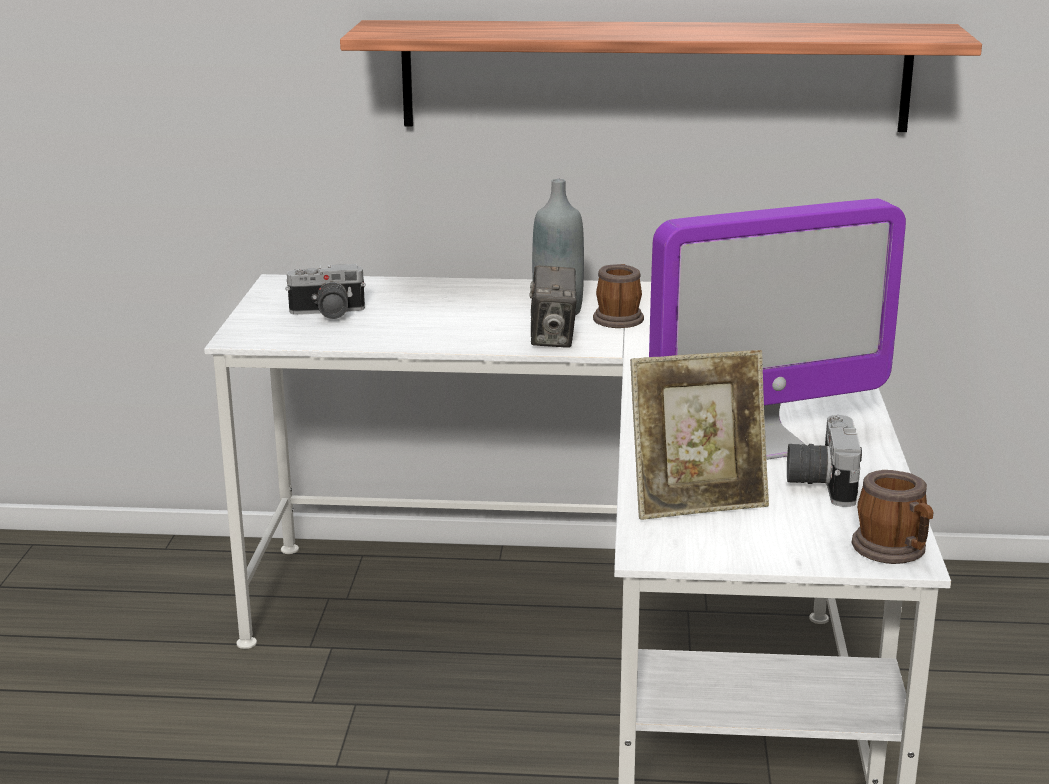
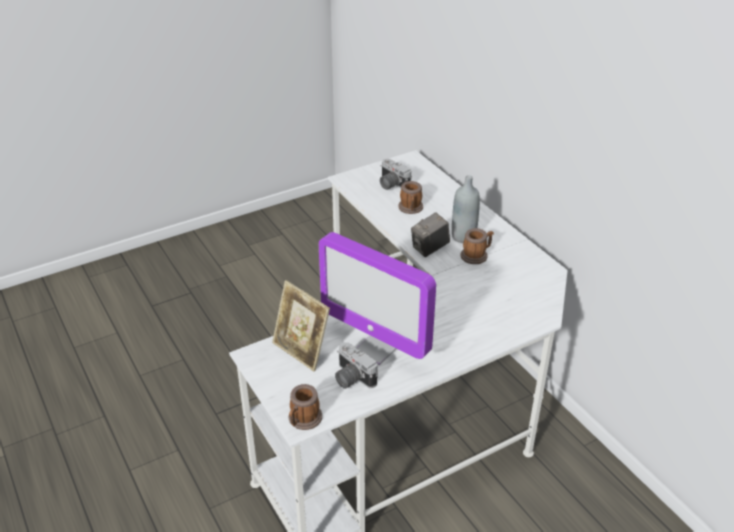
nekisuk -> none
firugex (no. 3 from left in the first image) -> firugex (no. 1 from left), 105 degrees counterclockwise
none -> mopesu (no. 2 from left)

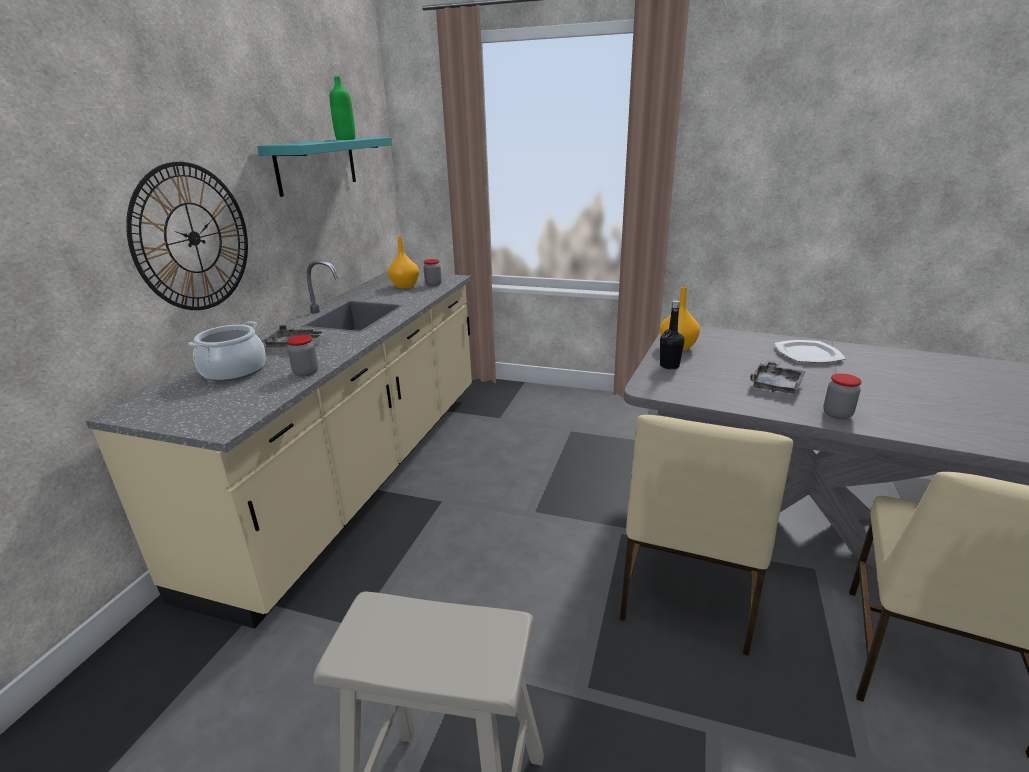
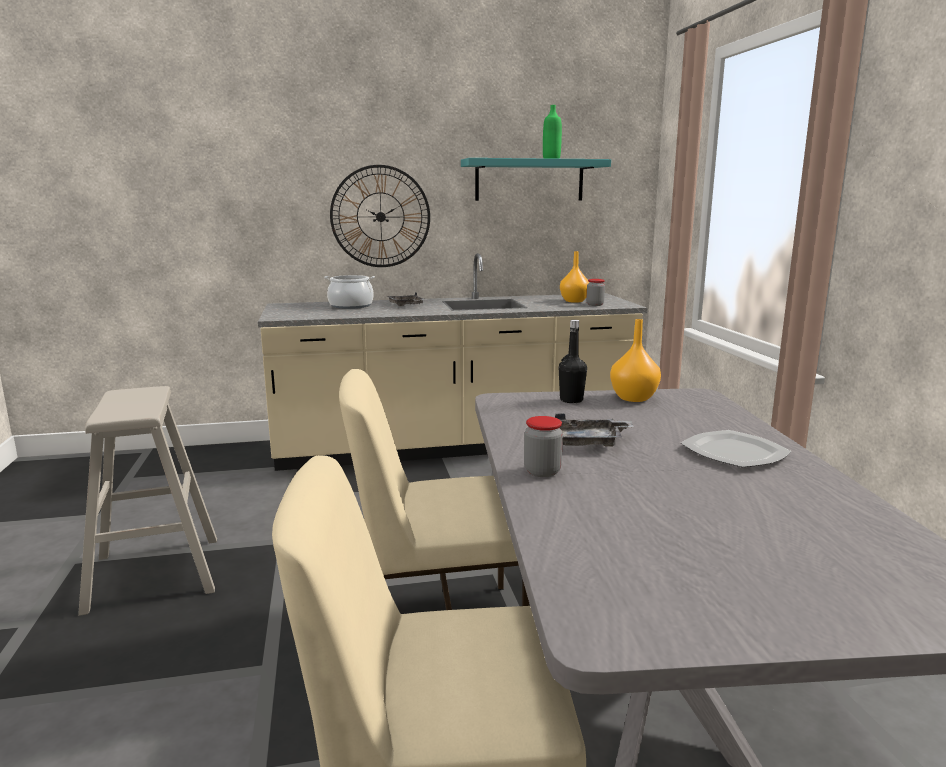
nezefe (no. 1 from left) -> none

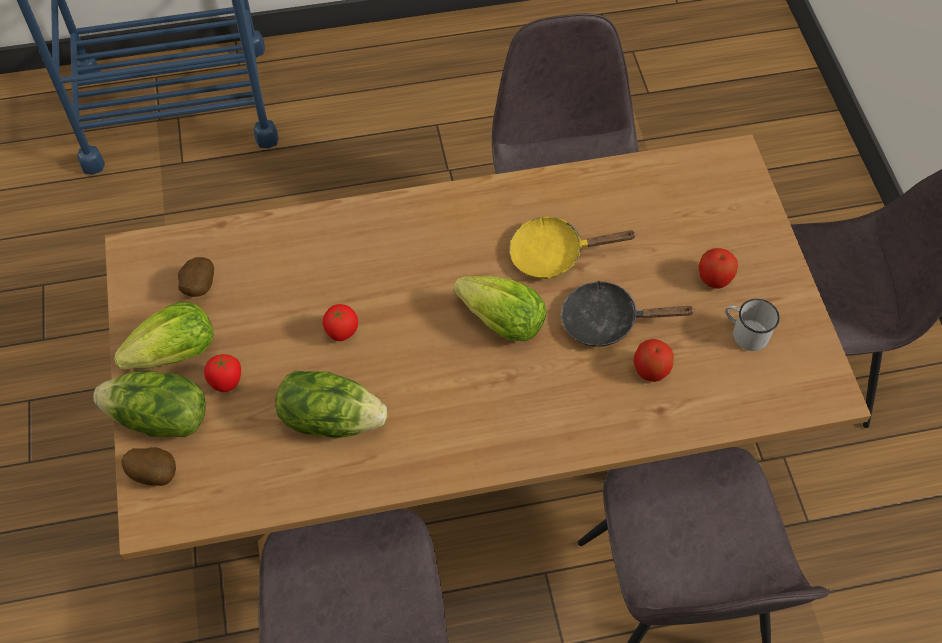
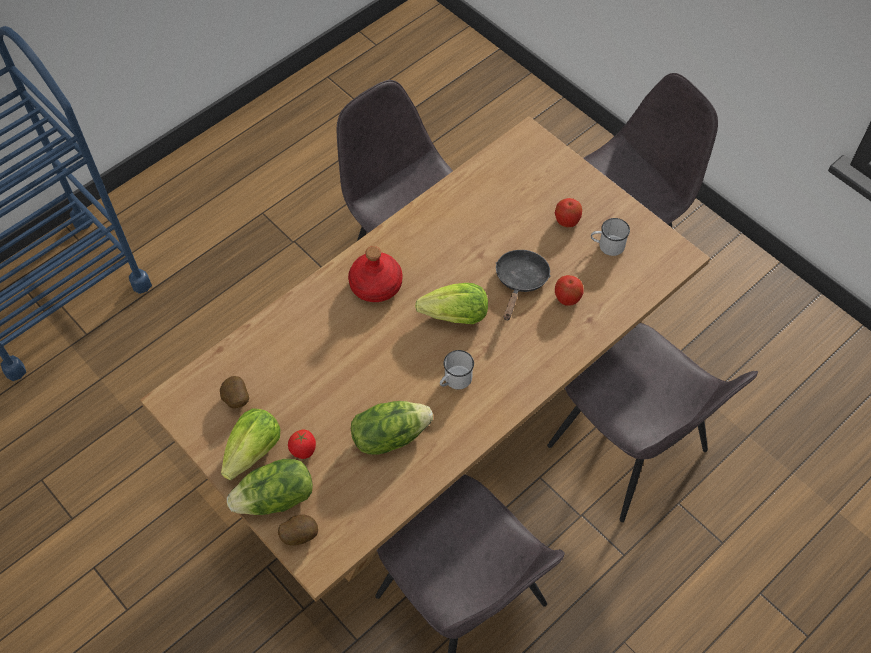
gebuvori (no. 2 from left) -> none
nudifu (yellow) -> none
nudifu (black), 135 degrees clockwise
none -> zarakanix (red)
none -> mopesu (white) (no. 1 from left)

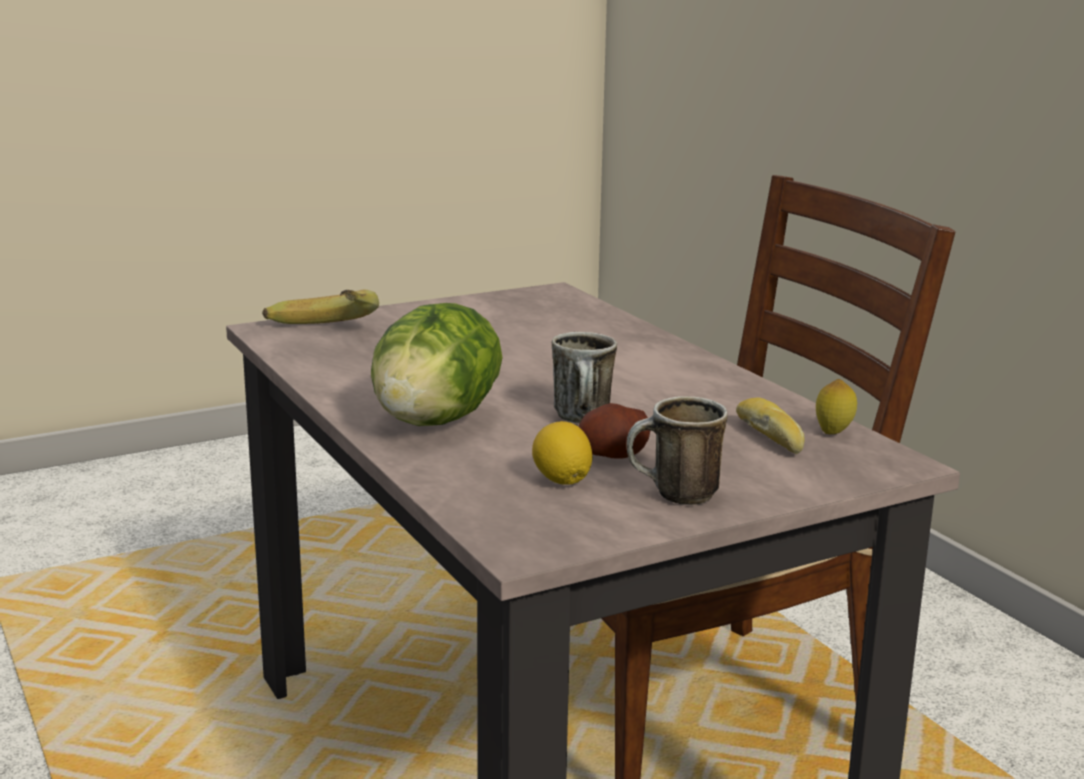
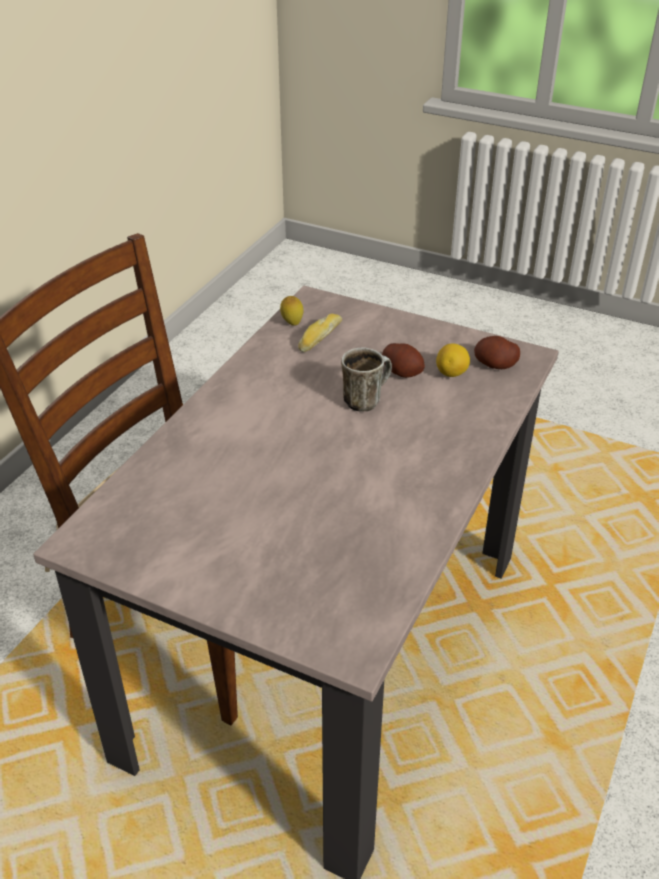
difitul -> none
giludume -> none
mopesu (no. 2 from left) -> none
none -> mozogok (no. 2 from left)

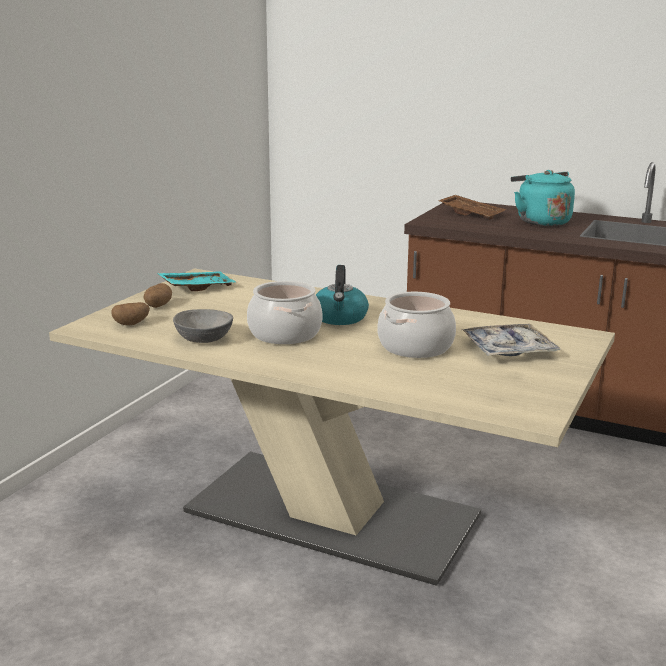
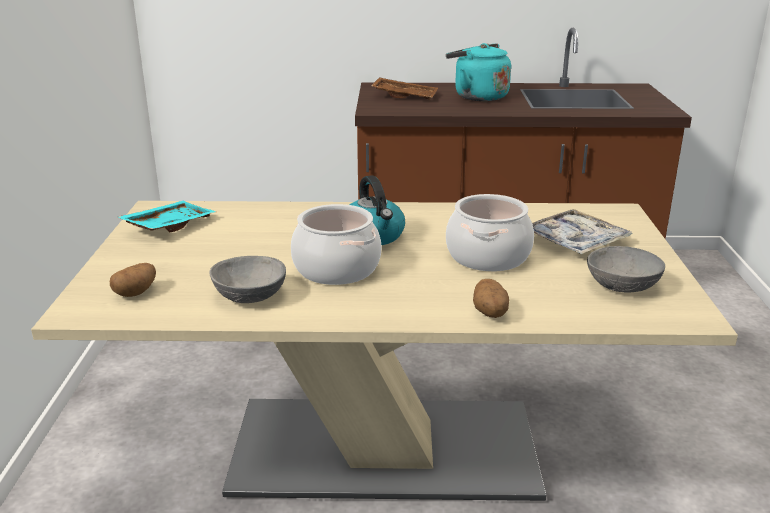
mozogok (no. 2 from left), shifted
none -> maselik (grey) (no. 2 from left)

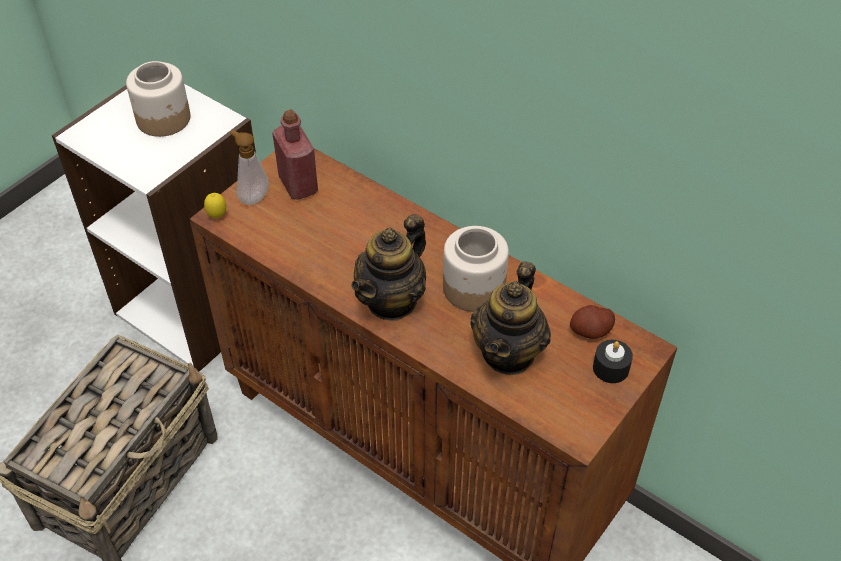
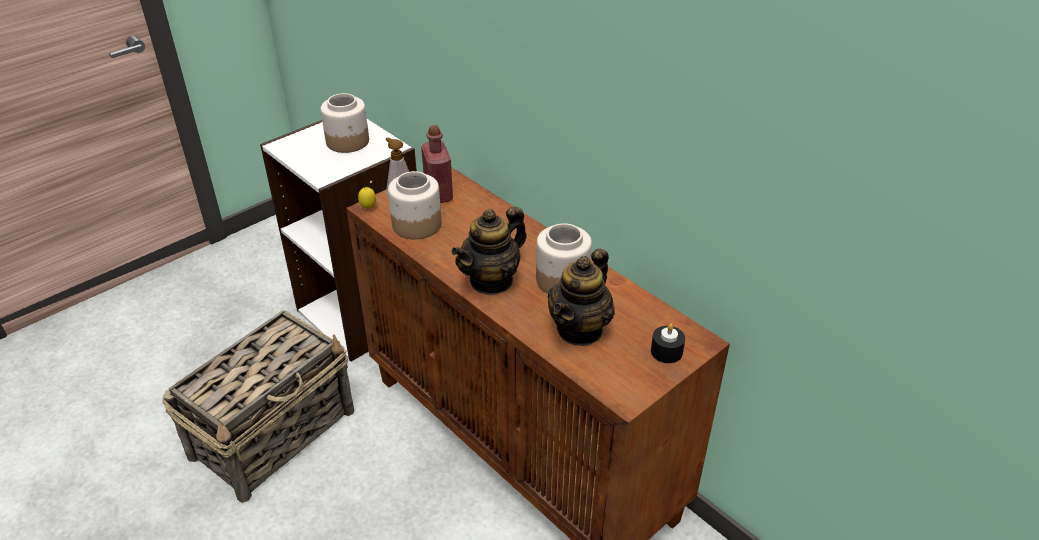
mozogok -> none
none -> nezefe (no. 2 from left)

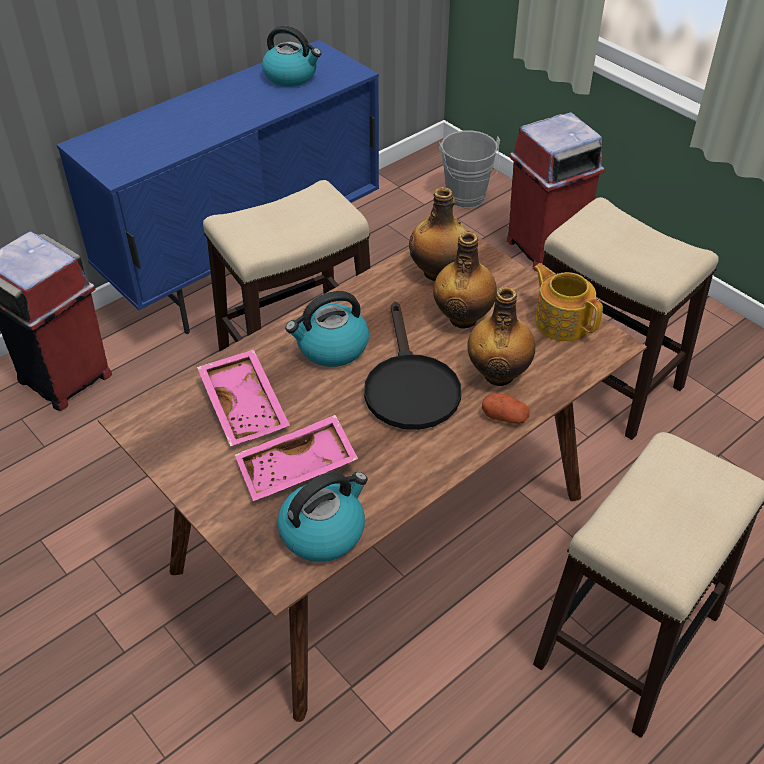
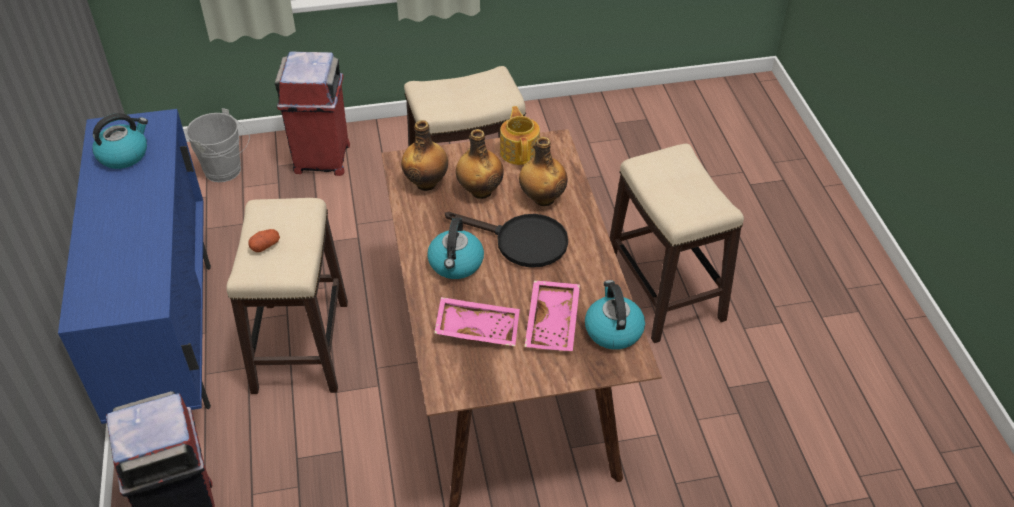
mozogok, shifted
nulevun, 90 degrees clockwise

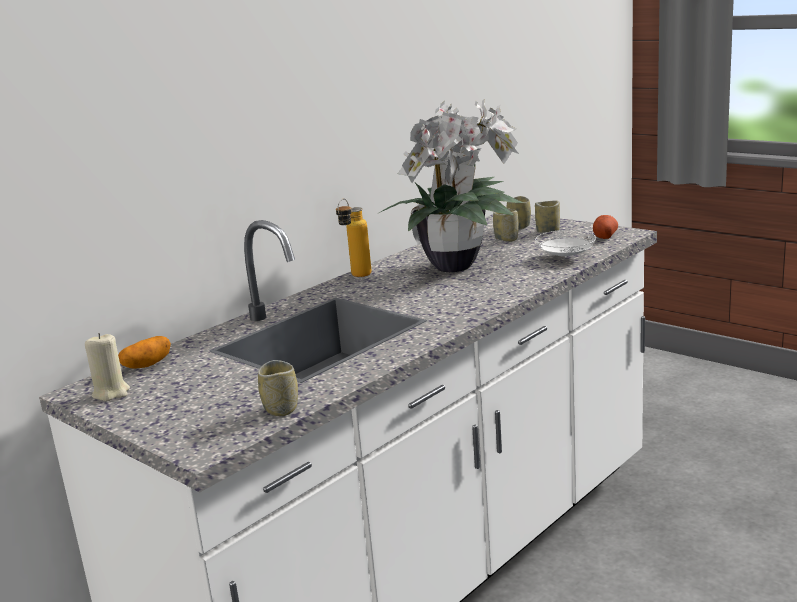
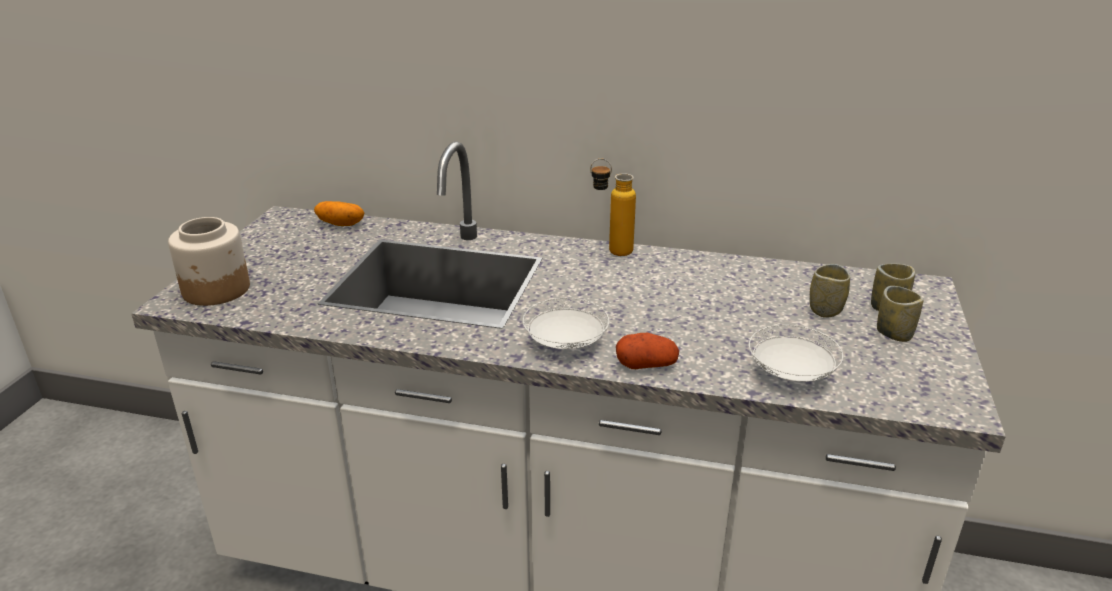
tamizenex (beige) -> none
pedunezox (no. 1 from left) -> none
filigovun -> none
mozogok (no. 2 from left), shifted
none -> nezefe
none -> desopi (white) (no. 1 from left)

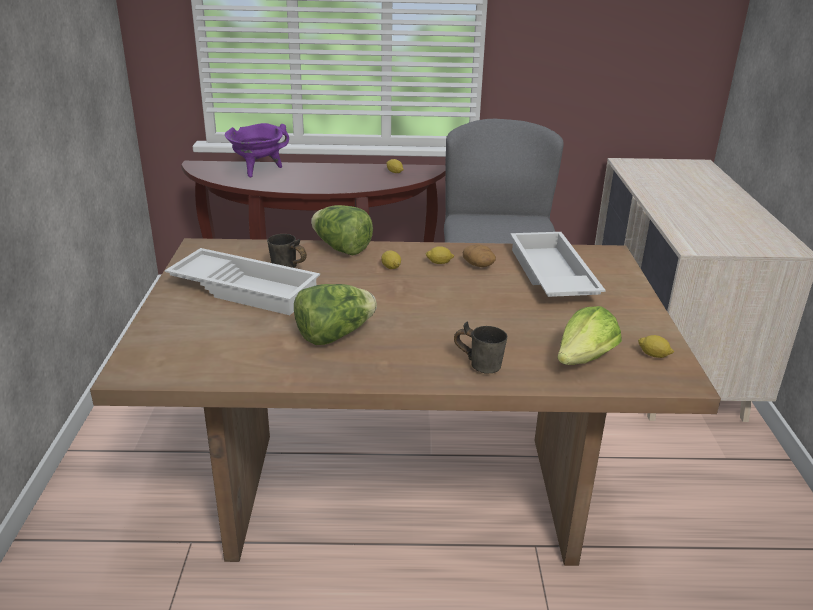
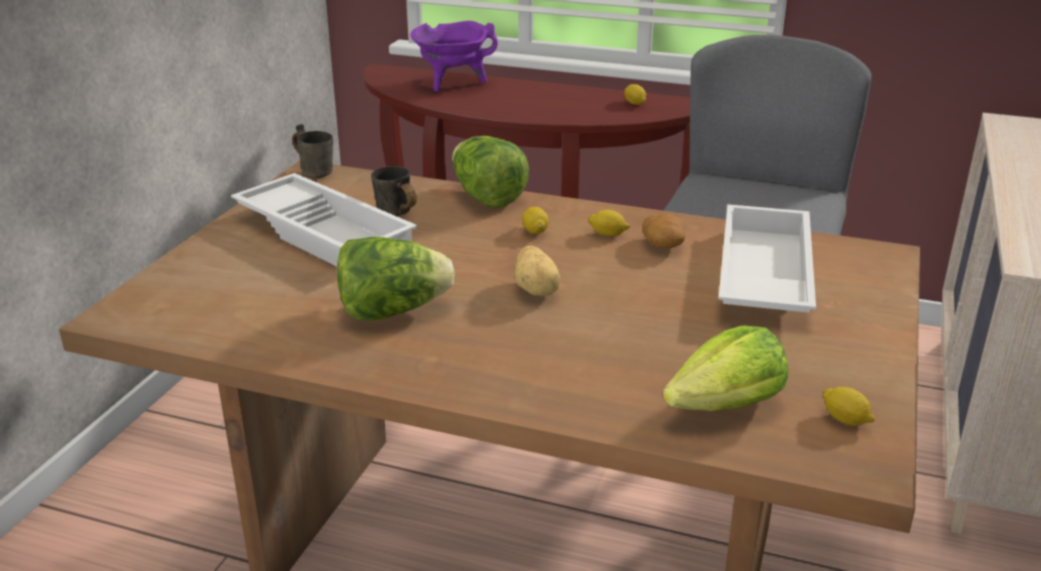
mopesu (grey) (no. 2 from left in the first image) -> mopesu (grey) (no. 1 from left), shifted
none -> mozogok (no. 1 from left)

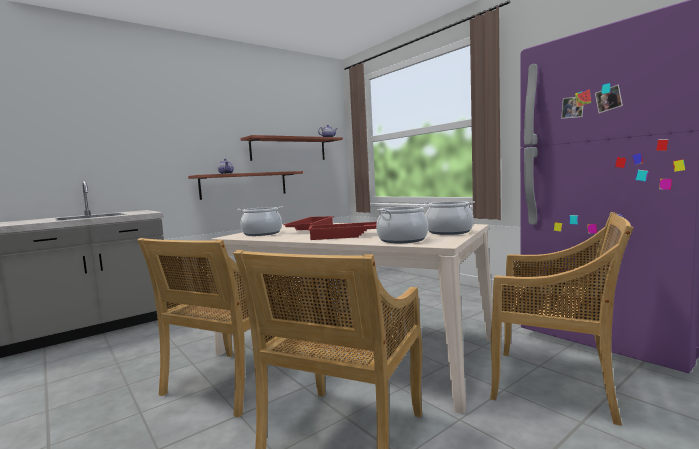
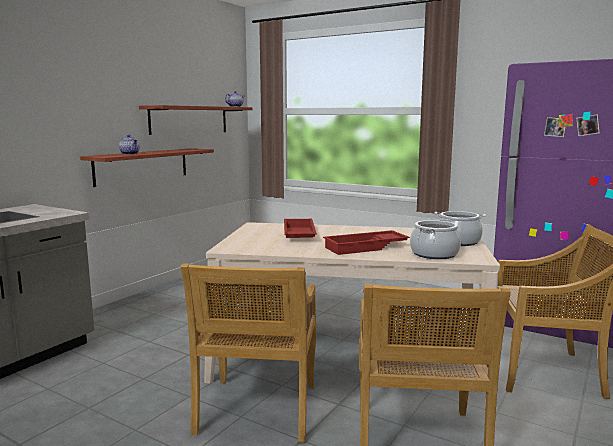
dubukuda (no. 1 from left) -> none

